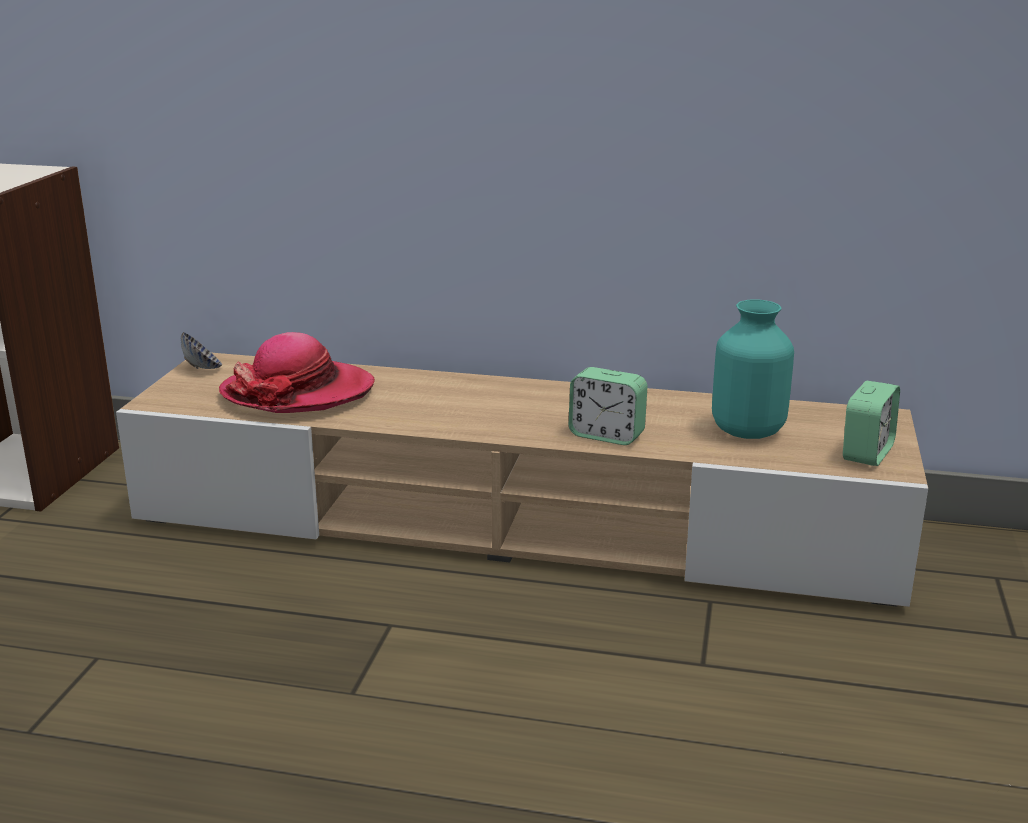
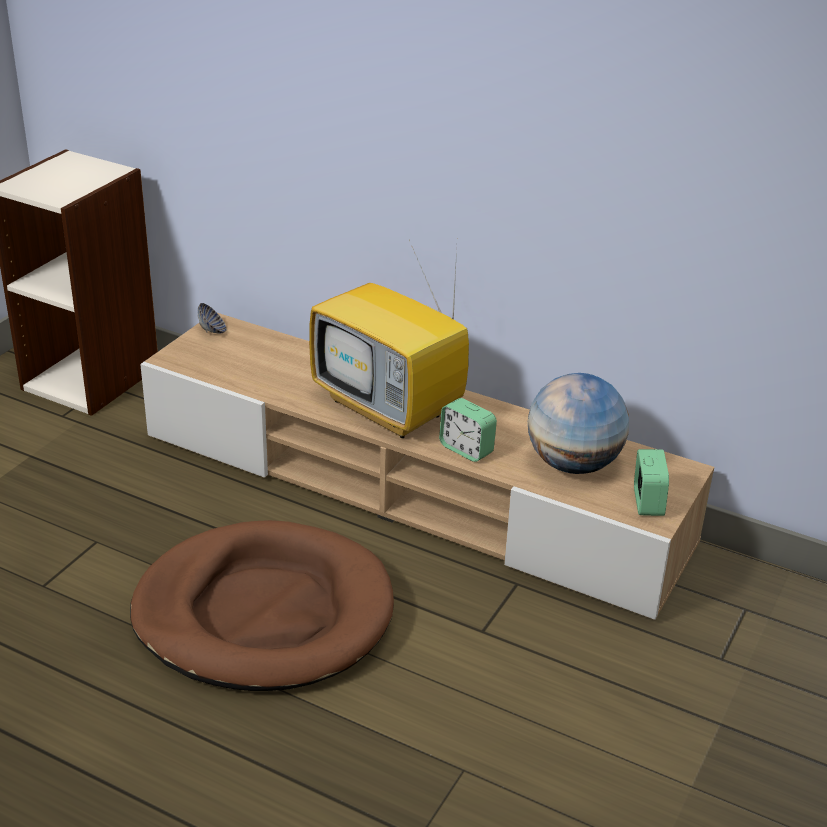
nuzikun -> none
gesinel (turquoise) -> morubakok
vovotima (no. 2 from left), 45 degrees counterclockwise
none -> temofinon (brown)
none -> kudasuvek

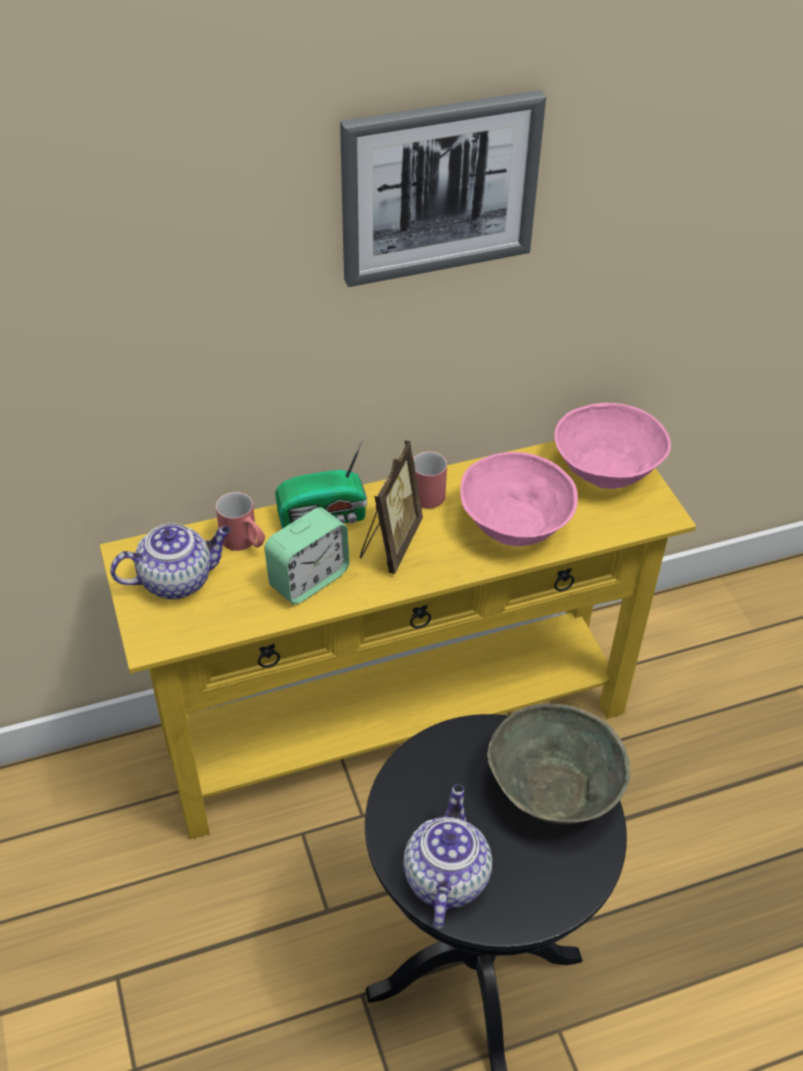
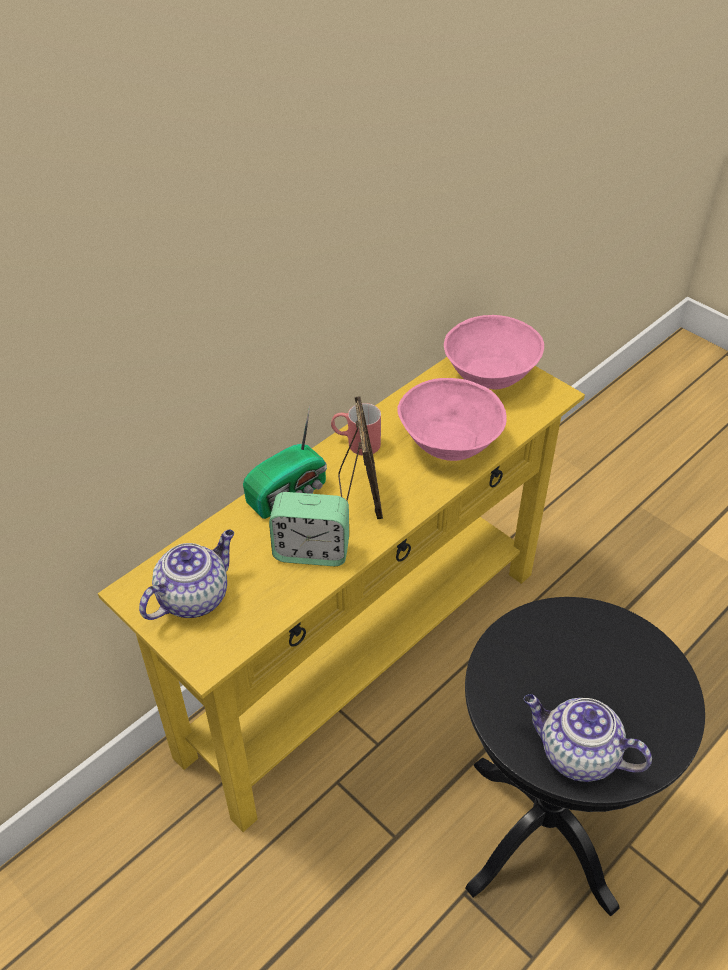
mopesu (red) (no. 1 from left) -> none
vovotima, 75 degrees clockwise
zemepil -> none
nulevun (no. 2 from left), 45 degrees counterclockwise
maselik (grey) -> none

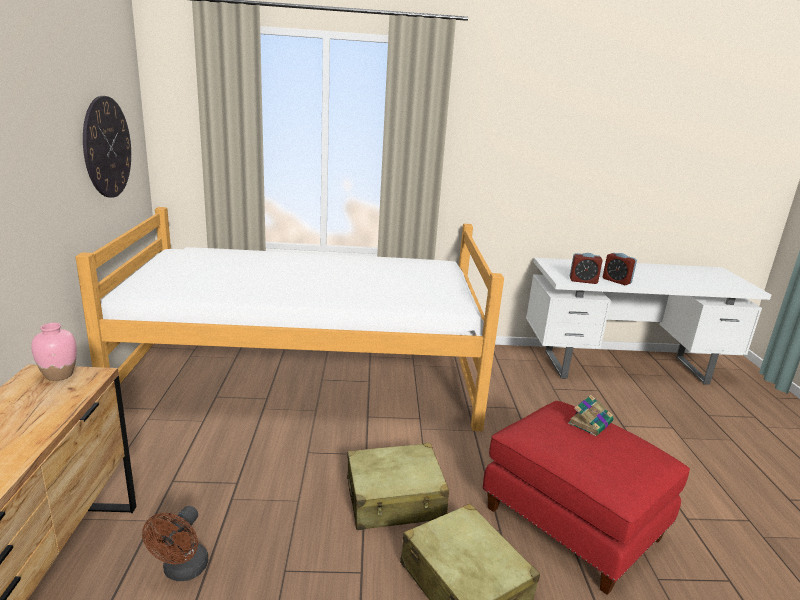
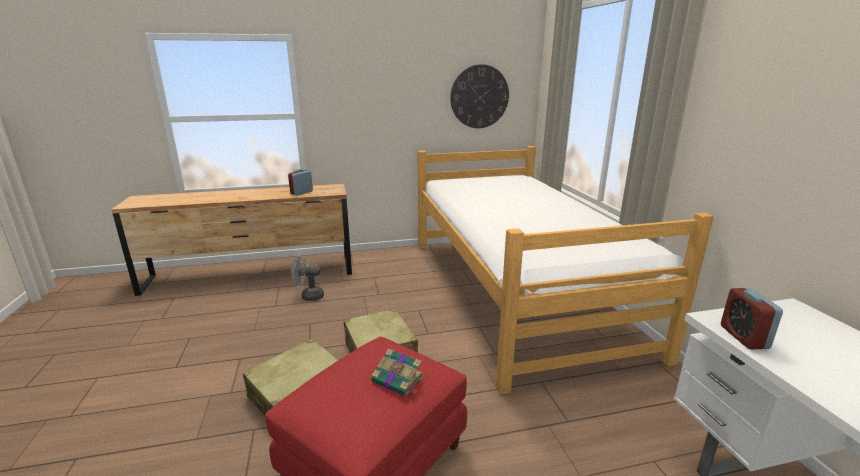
gesinel (pink) -> none
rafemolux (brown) -> rafemolux (grey)
vovotima (no. 2 from left in the first image) -> vovotima (no. 1 from left), shifted

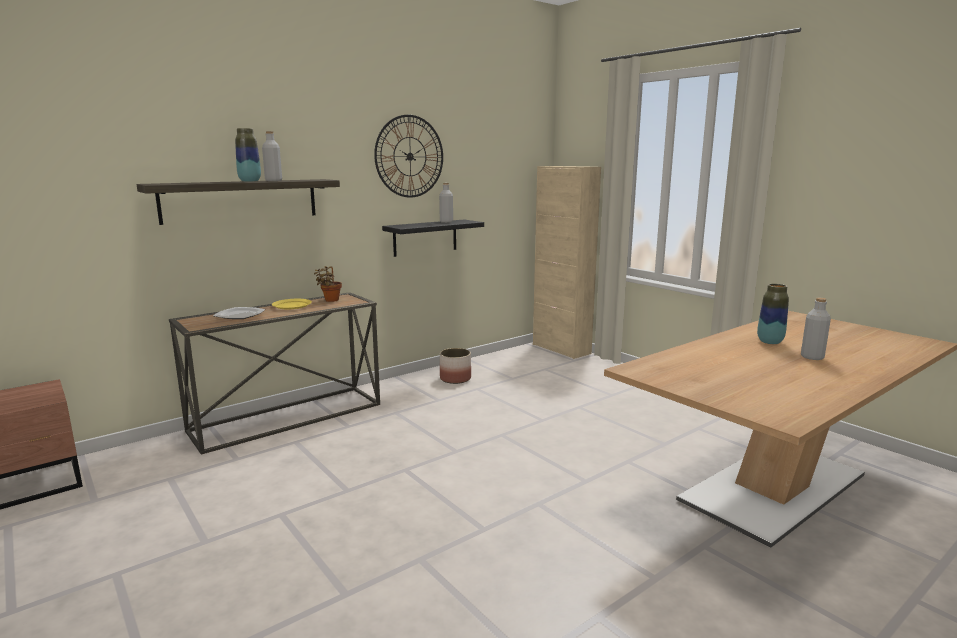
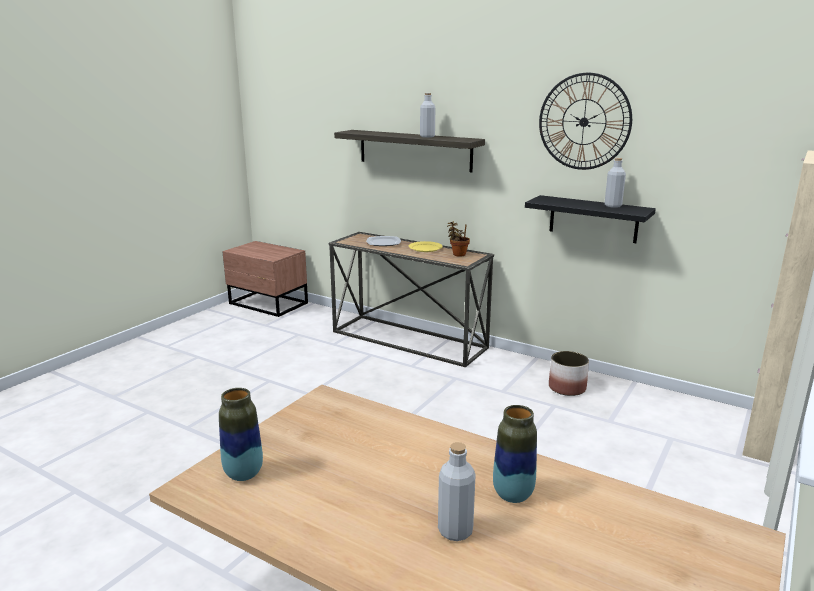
gesinel (no. 1 from left), shifted

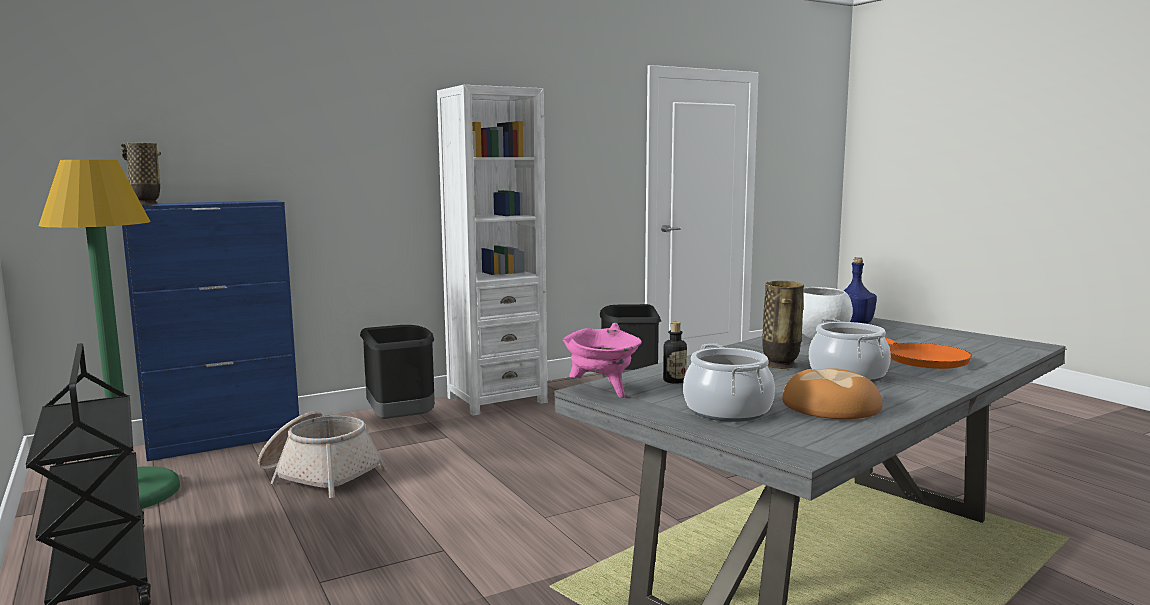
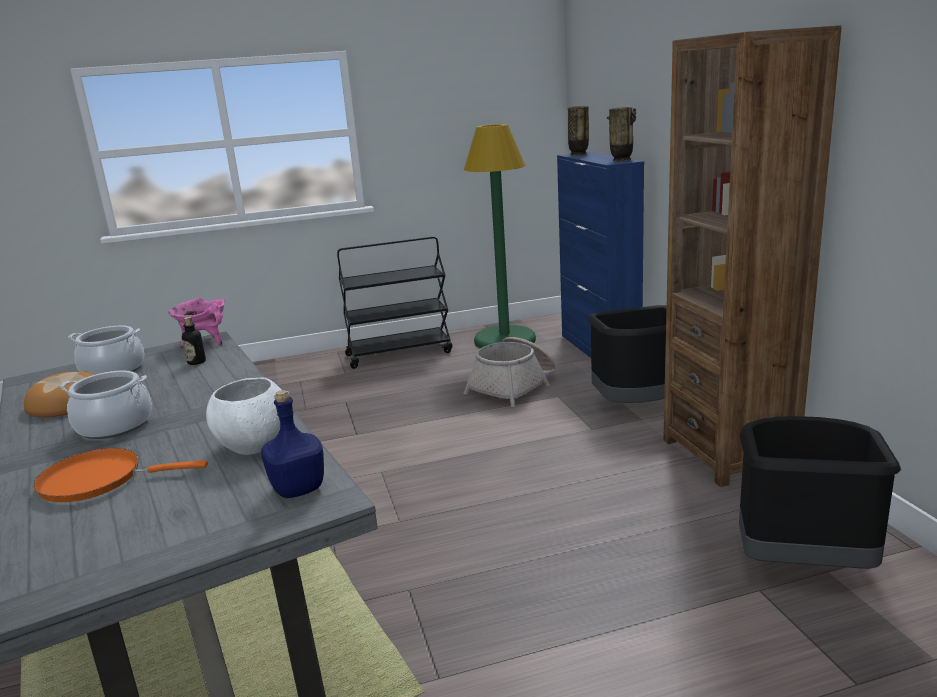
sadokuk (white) -> sadokuk (brown)
gesinel (no. 2 from left), shifted

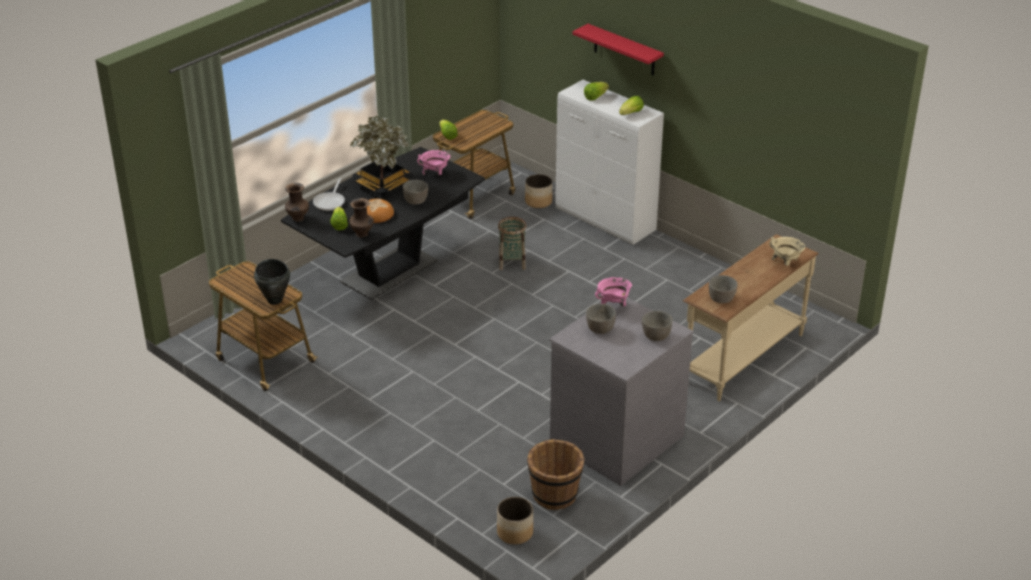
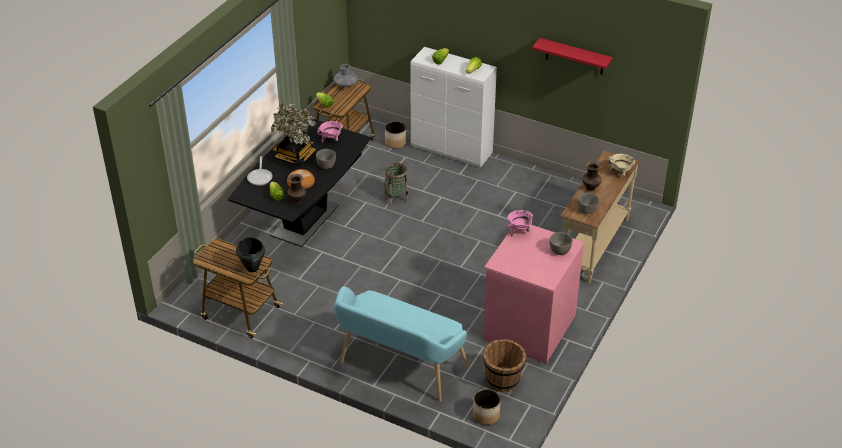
gesinel (brown) (no. 1 from left in the first image) -> gesinel (brown) (no. 2 from left), shifted
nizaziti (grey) -> nizaziti (pink)
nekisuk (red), shifted
maselik (grey) (no. 2 from left) -> none
none -> gesinel (grey)
none -> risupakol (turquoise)

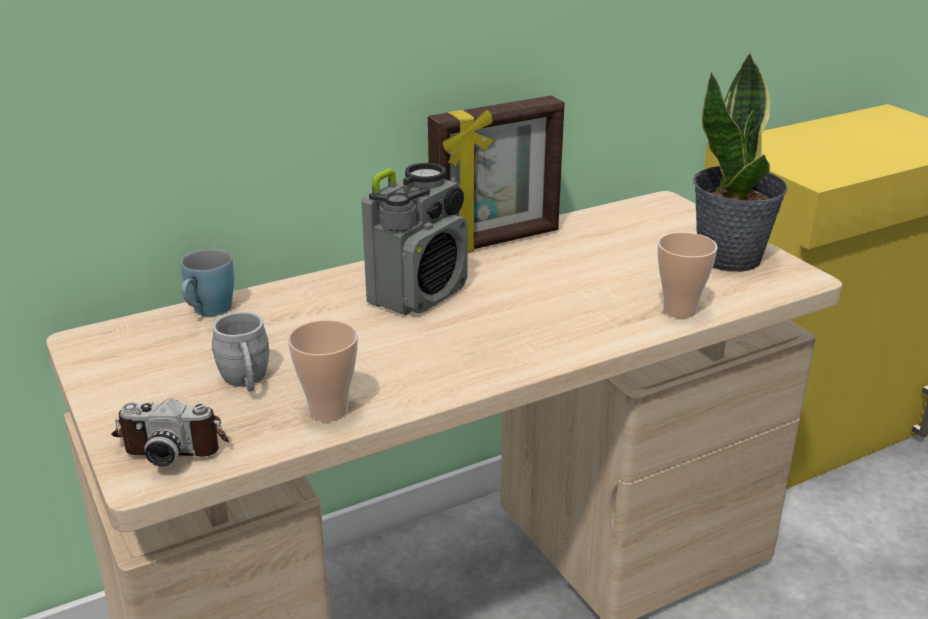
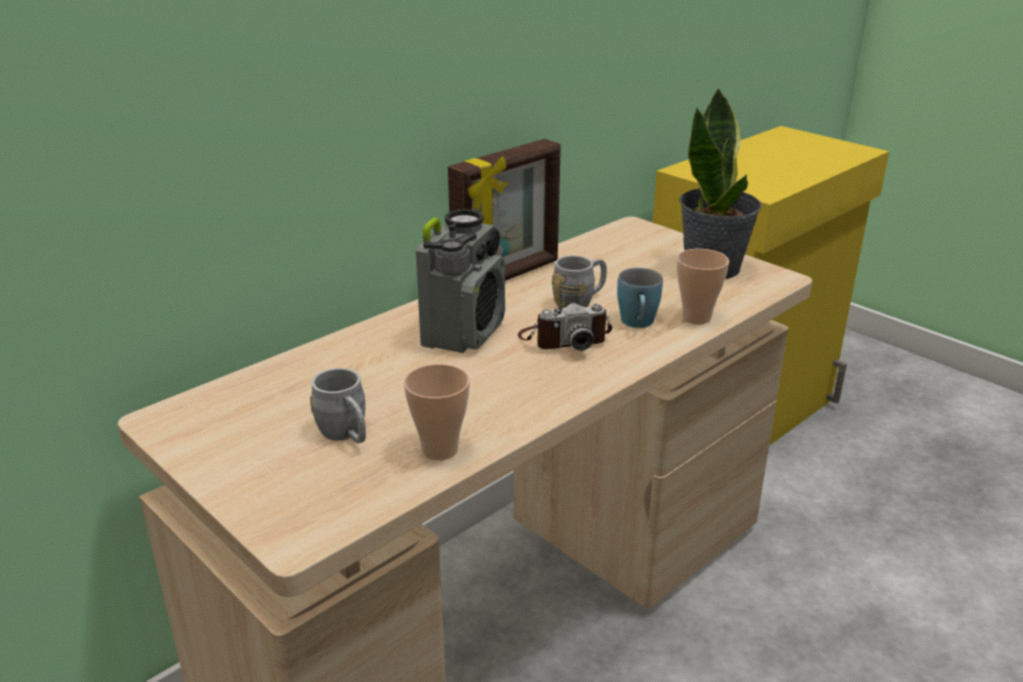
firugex, shifted
mopesu (blue), shifted
none -> mopesu (grey) (no. 2 from left)

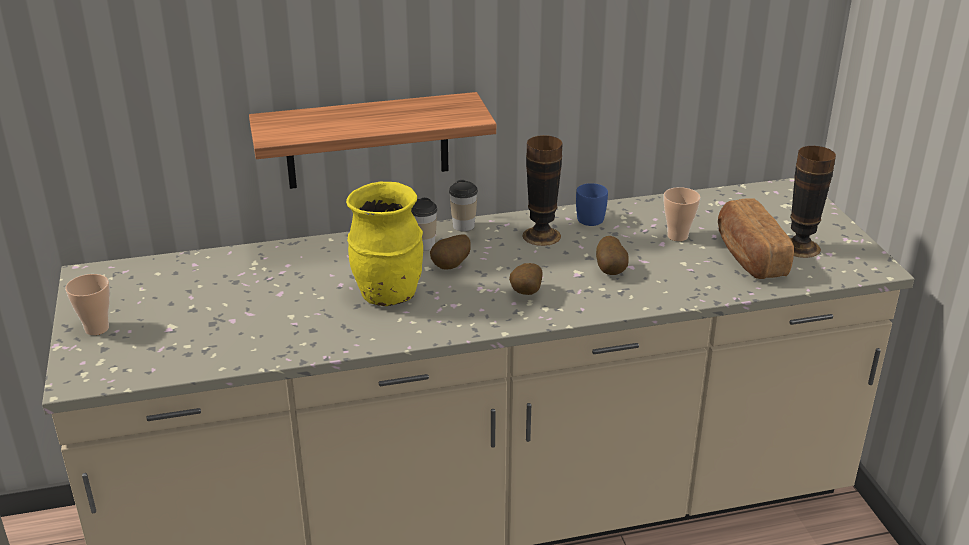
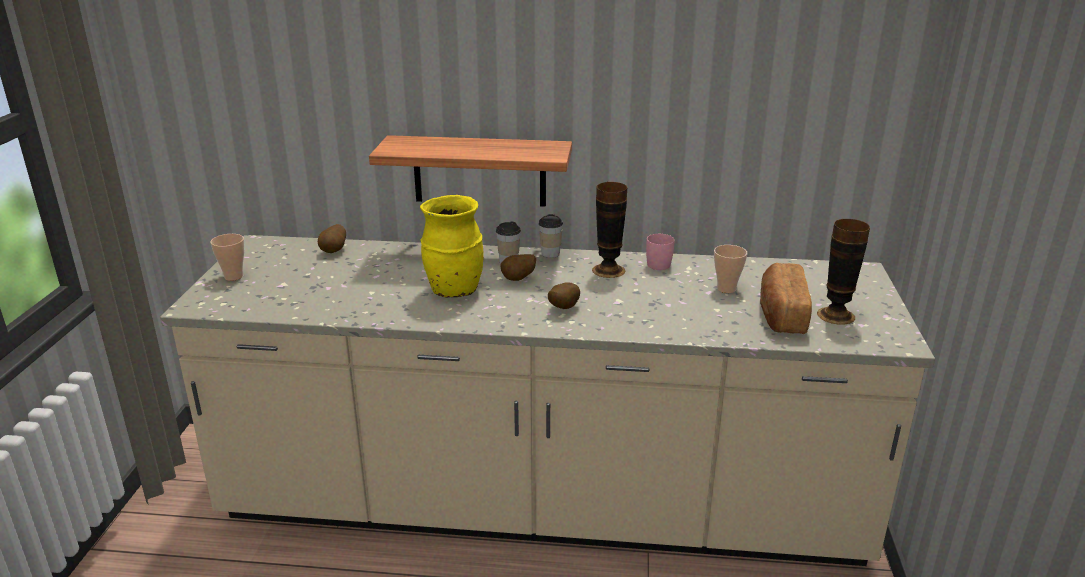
mopesu (blue) -> mopesu (pink)
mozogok (no. 3 from left in the first image) -> mozogok (no. 1 from left), shifted

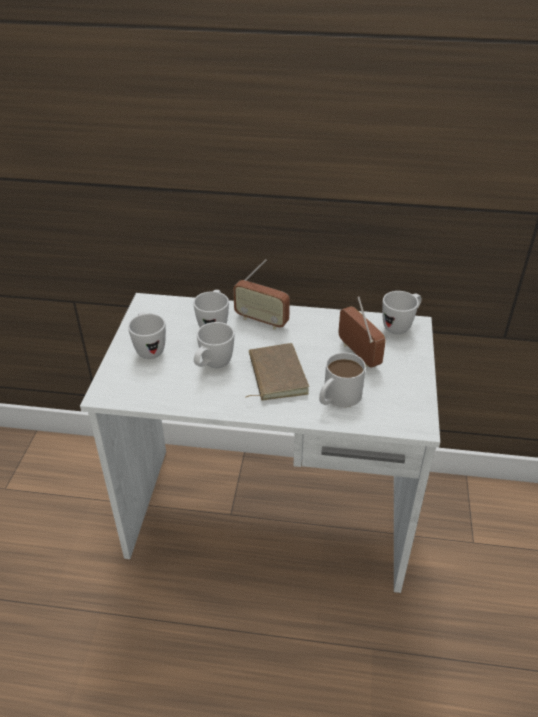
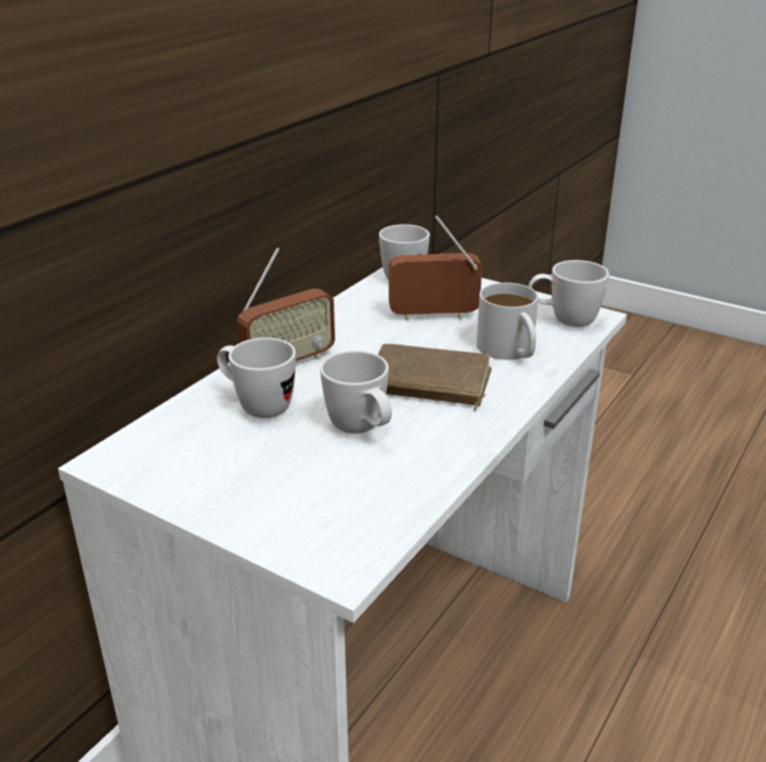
mopesu (white) (no. 1 from left in the first image) -> mopesu (white) (no. 5 from left), shifted

